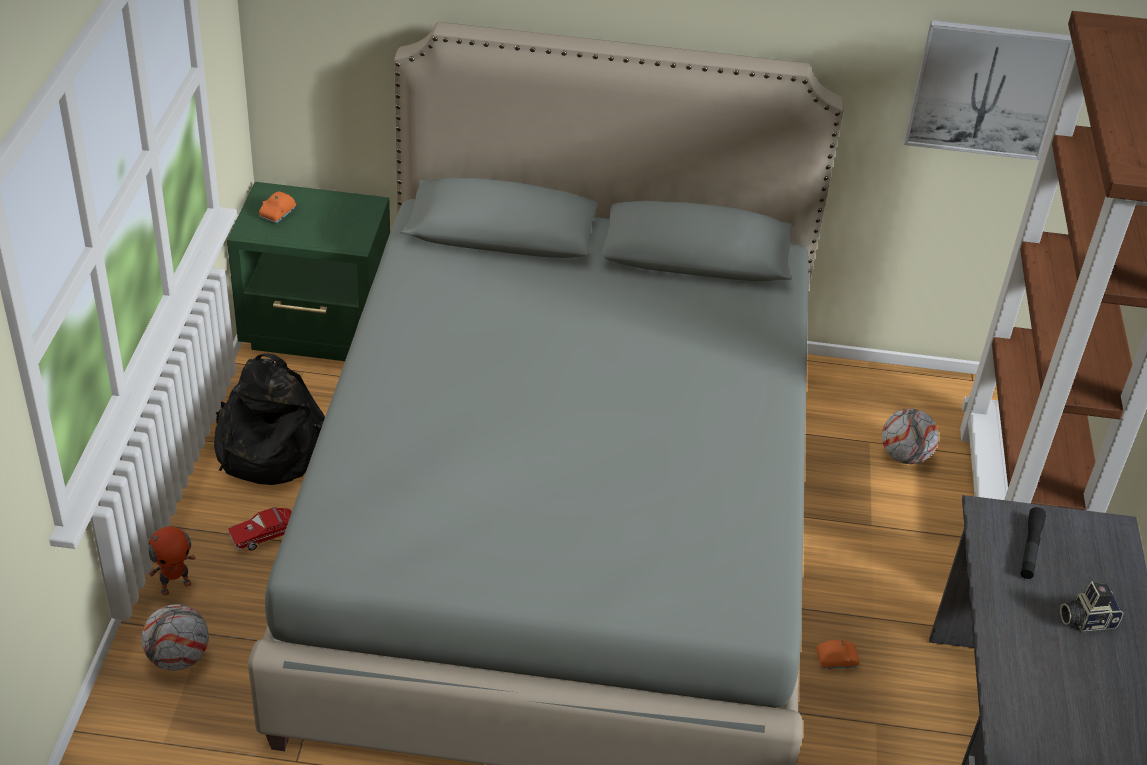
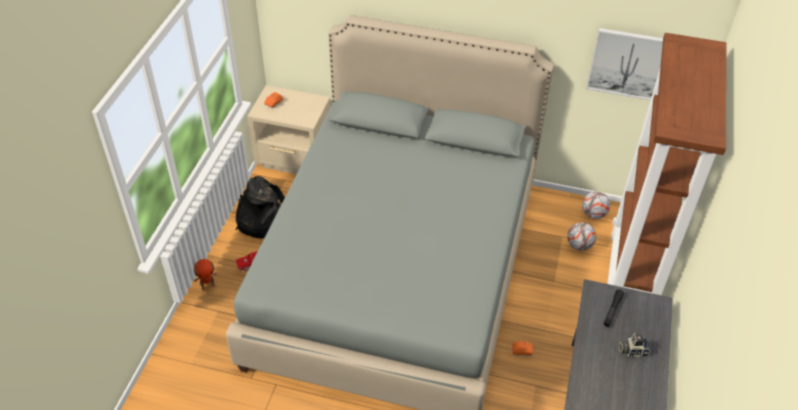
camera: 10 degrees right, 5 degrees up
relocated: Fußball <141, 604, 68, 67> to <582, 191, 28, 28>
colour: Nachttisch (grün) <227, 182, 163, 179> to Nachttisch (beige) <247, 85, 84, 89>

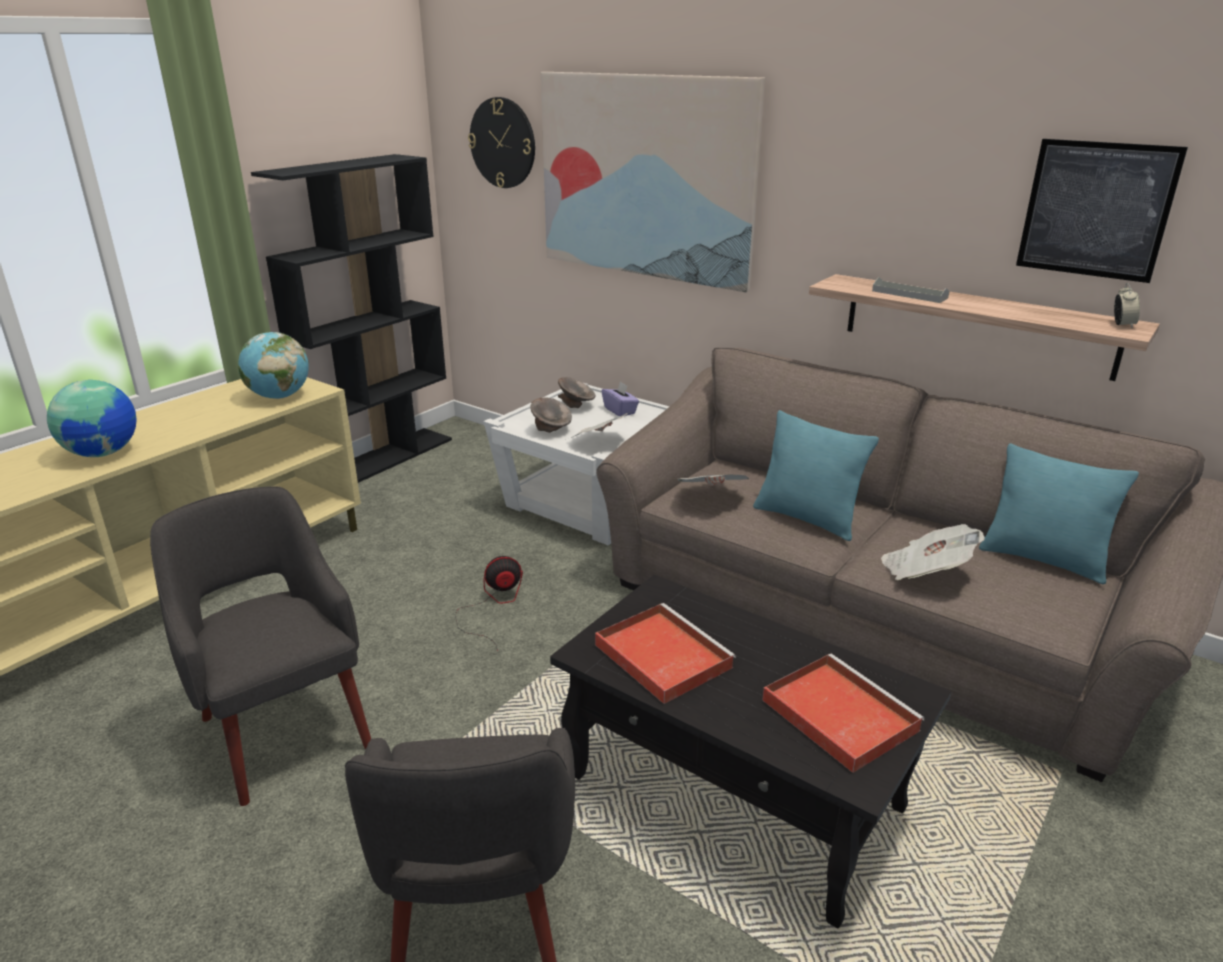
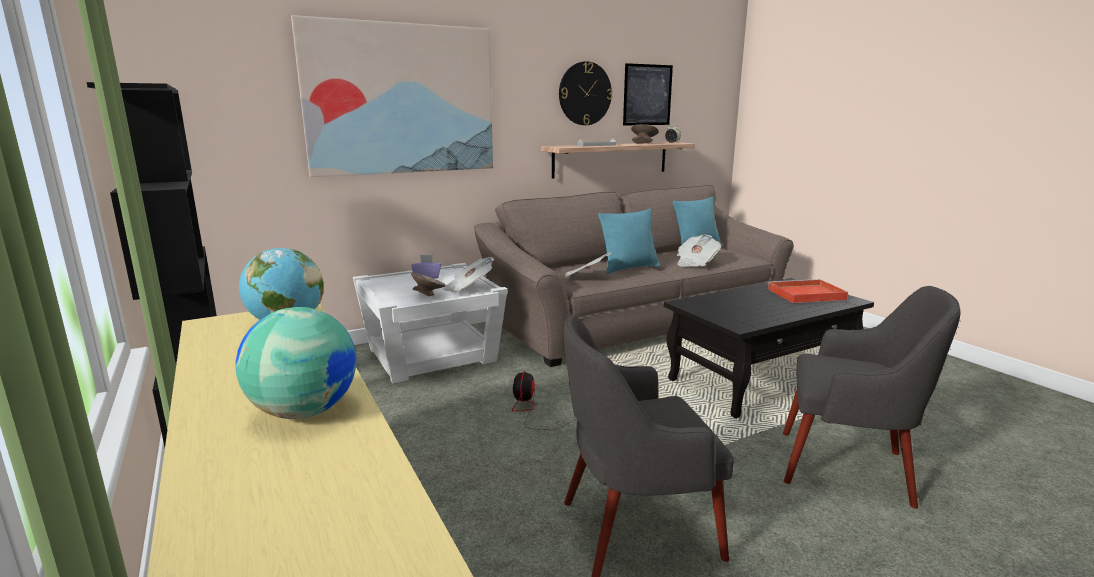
camera: 65 degrees left, 10 degrees down
missing: Tablett (rot) <595, 603, 141, 101>
relocated: Wanduhr <468, 97, 67, 91> to <559, 61, 53, 64>; Schüssel (grau) <558, 377, 37, 31> to <631, 124, 28, 20>

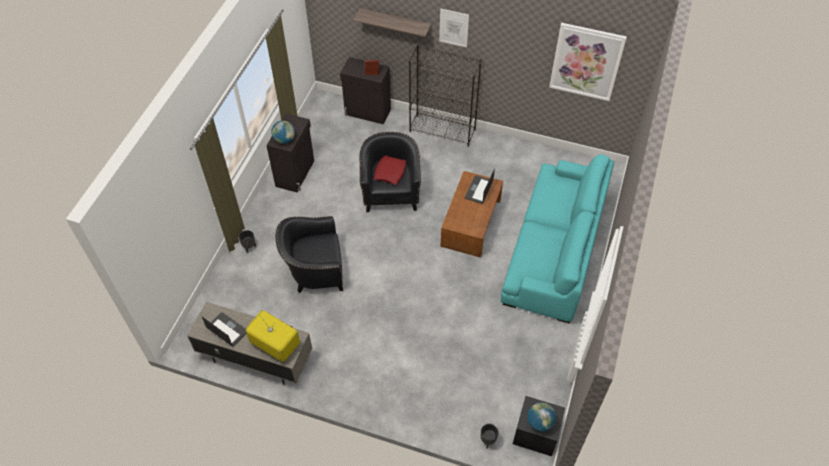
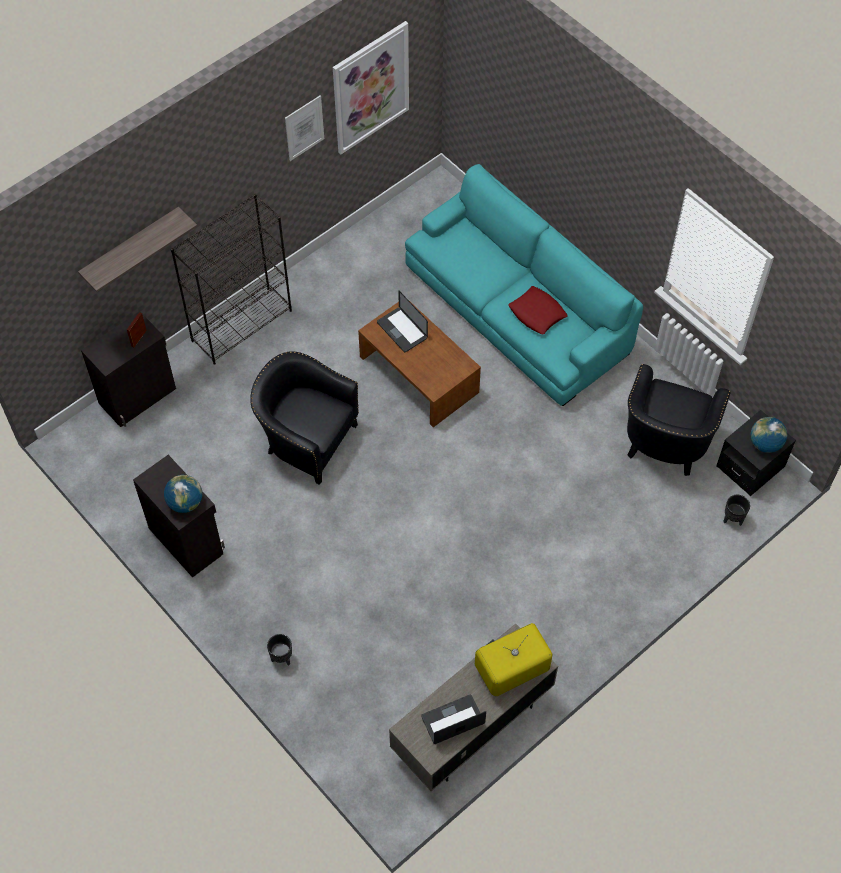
camera: 60 degrees left, 5 degrees up
relocated: Bild <439, 9, 30, 39> to <285, 95, 39, 66>; Kissen (rot) <374, 155, 32, 30> to <508, 286, 60, 49>; Sessel (schwarz) <276, 216, 67, 77> to <627, 364, 104, 112>

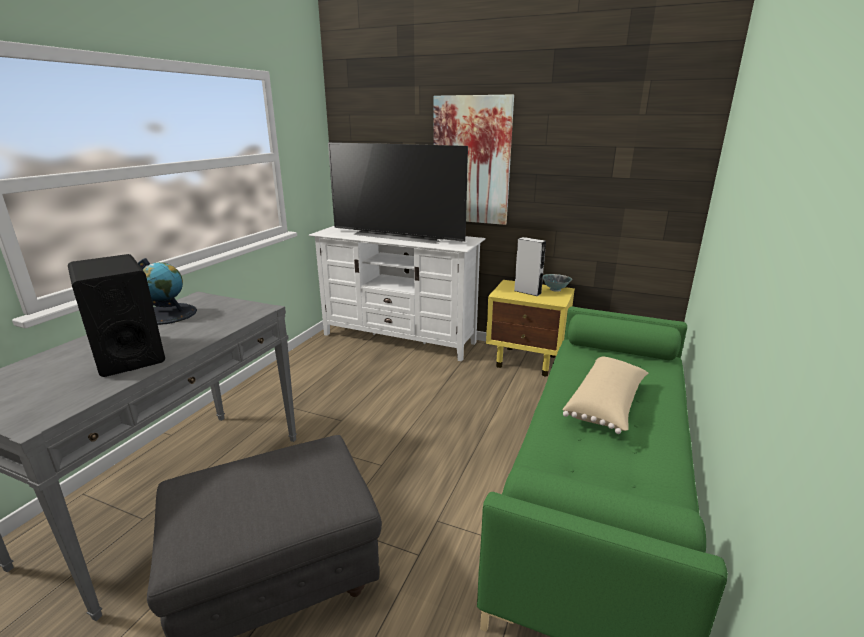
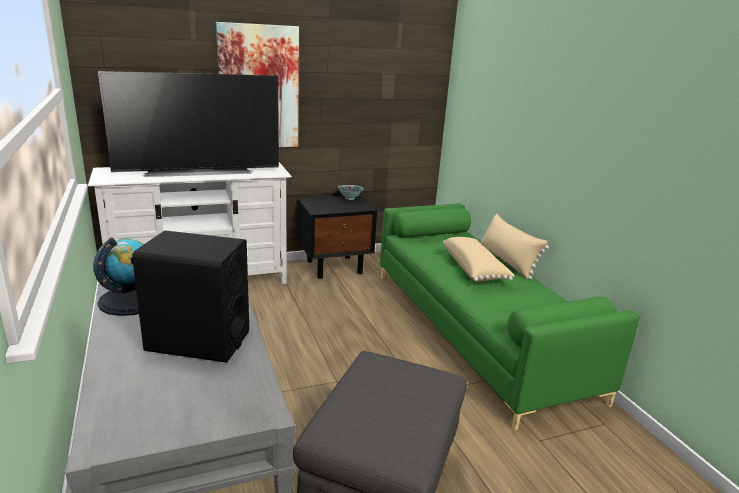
camera: 45 degrees left, 0 degrees up
missing: Lautsprecher (grau) <514, 237, 32, 59>
appeared: Kissen (beige) <480, 214, 69, 66>
colour: Nachttisch (gelb) <486, 280, 89, 96> to Nachttisch (schwarz) <298, 195, 79, 84>

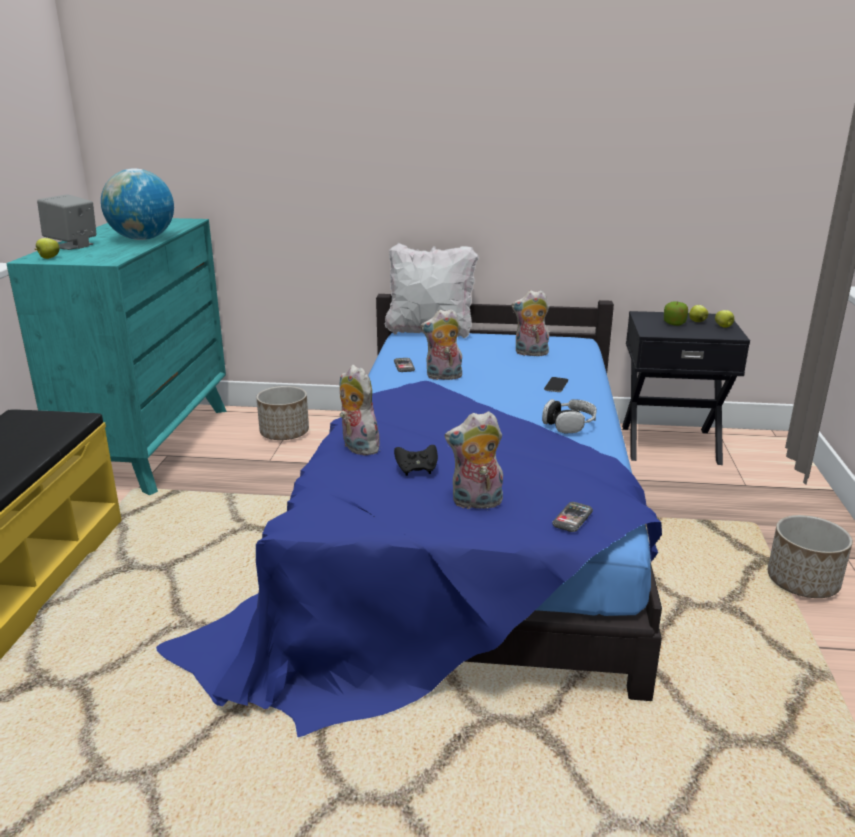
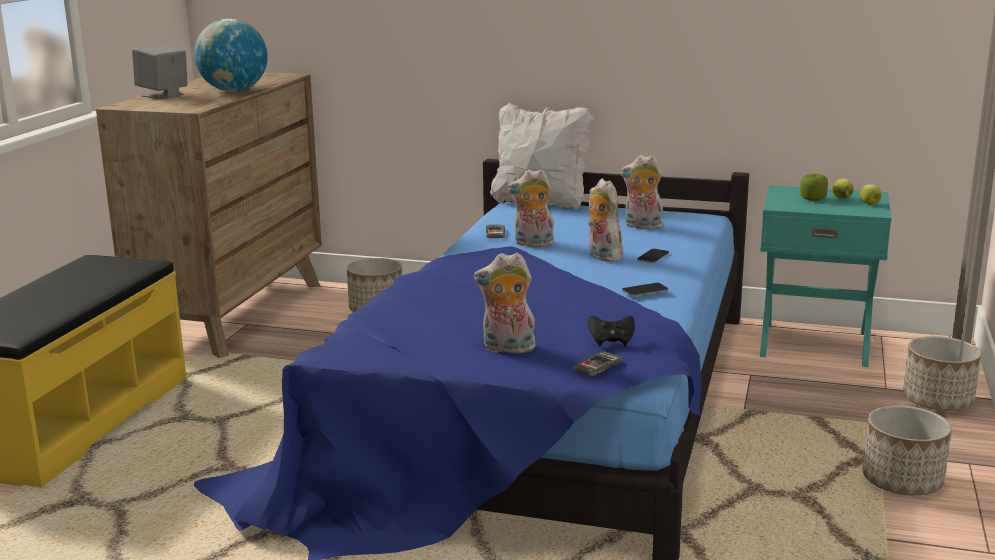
camera: 10 degrees right, 5 degrees down
missing: Apfel <34, 238, 26, 21>
appeared: Pflanzkübel <903, 336, 78, 75>
relocated: Plüschtier <339, 365, 41, 90> to <588, 179, 34, 83>; Gamepad (schwarz) <394, 445, 44, 31> to <588, 316, 47, 30>
exchanged: Kopfhörer <542, 399, 55, 34> to Handy <622, 283, 46, 13>
colour: Kommode (türkis) <6, 218, 221, 277> to Kommode (braun) <96, 72, 226, 286>; Nachttisch (schwarz) <622, 311, 128, 154> to Nachttisch (türkis) <760, 185, 132, 182>

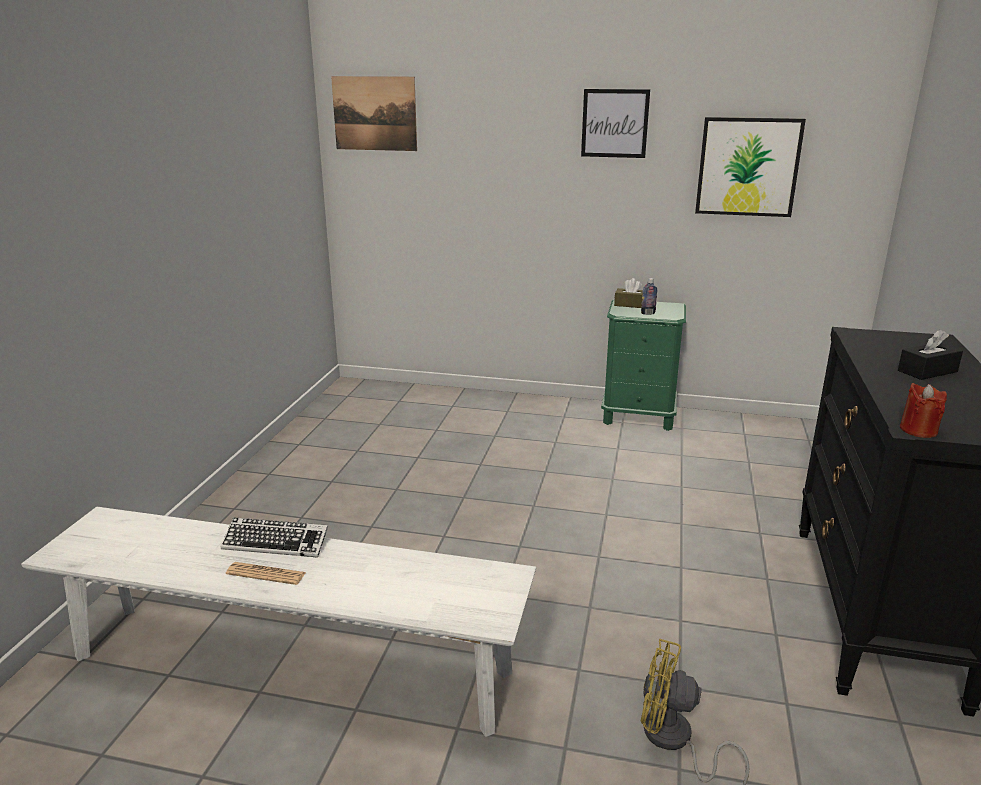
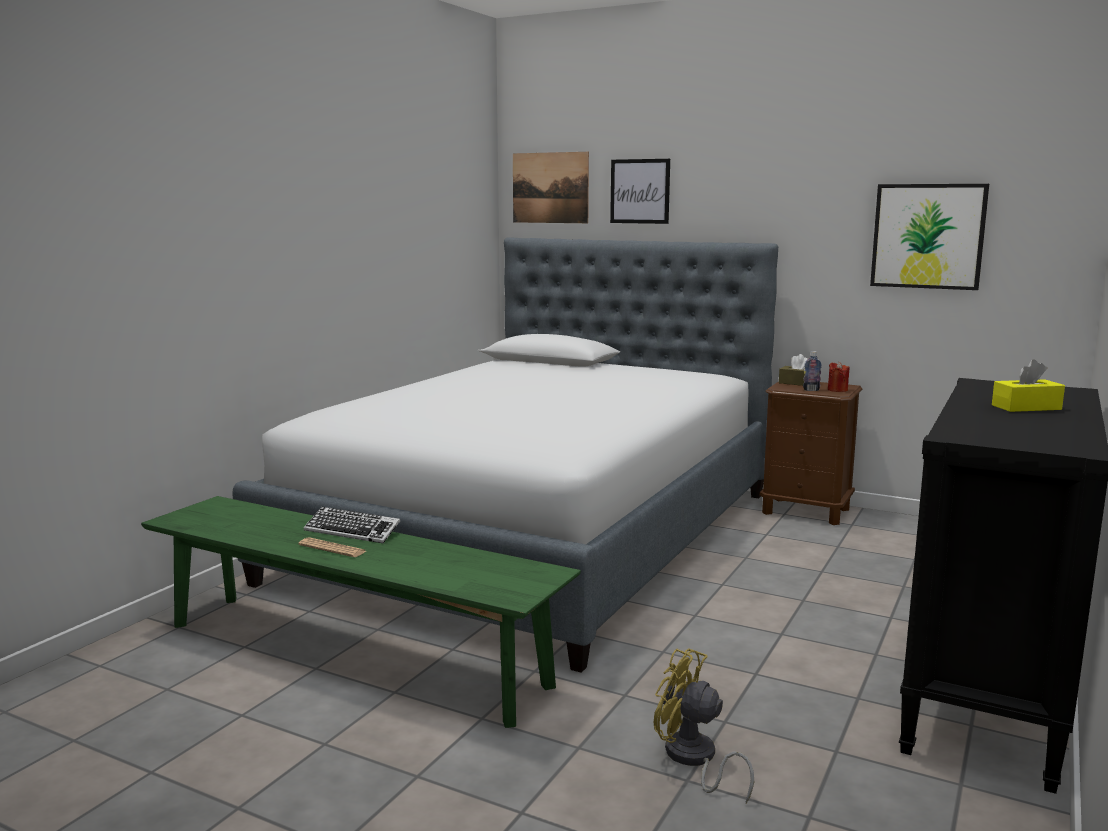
camera: 15 degrees right, 10 degrees down
appeared: Bett <232, 237, 546, 436>
relocated: Bild <581, 89, 69, 69> to <610, 159, 60, 65>; Kerze (rot) <900, 383, 47, 55> to <828, 362, 21, 30>
colour: Bank (weiß) <21, 507, 515, 230> to Bank (grün) <141, 496, 440, 232>; Nachttisch (grün) <601, 299, 85, 132> to Nachttisch (braun) <760, 382, 103, 143>; Taschentuchbox (schwarz) <898, 329, 65, 51> to Taschentuchbox (gelb) <992, 359, 73, 53>

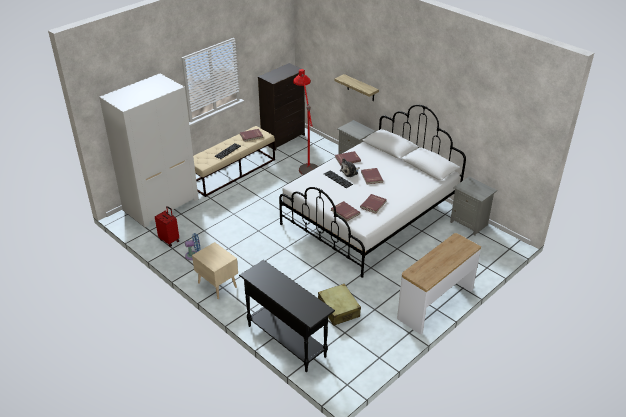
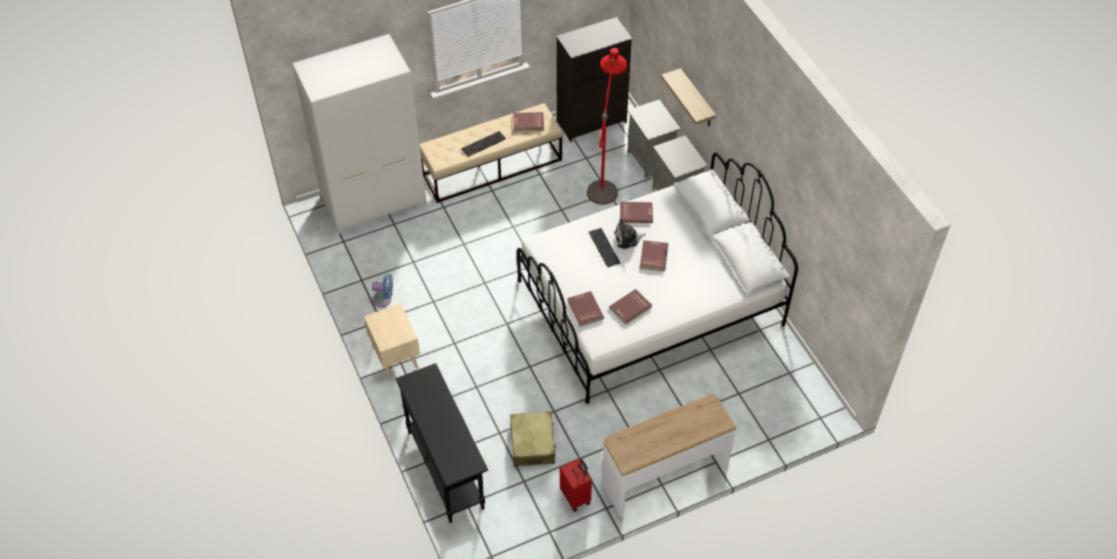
camera: 20 degrees right, 15 degrees up
relocated: Koffer (rot) <155, 206, 24, 41> to <560, 459, 32, 53>; Nachttisch (grau) <450, 177, 47, 59> to <627, 99, 54, 80>

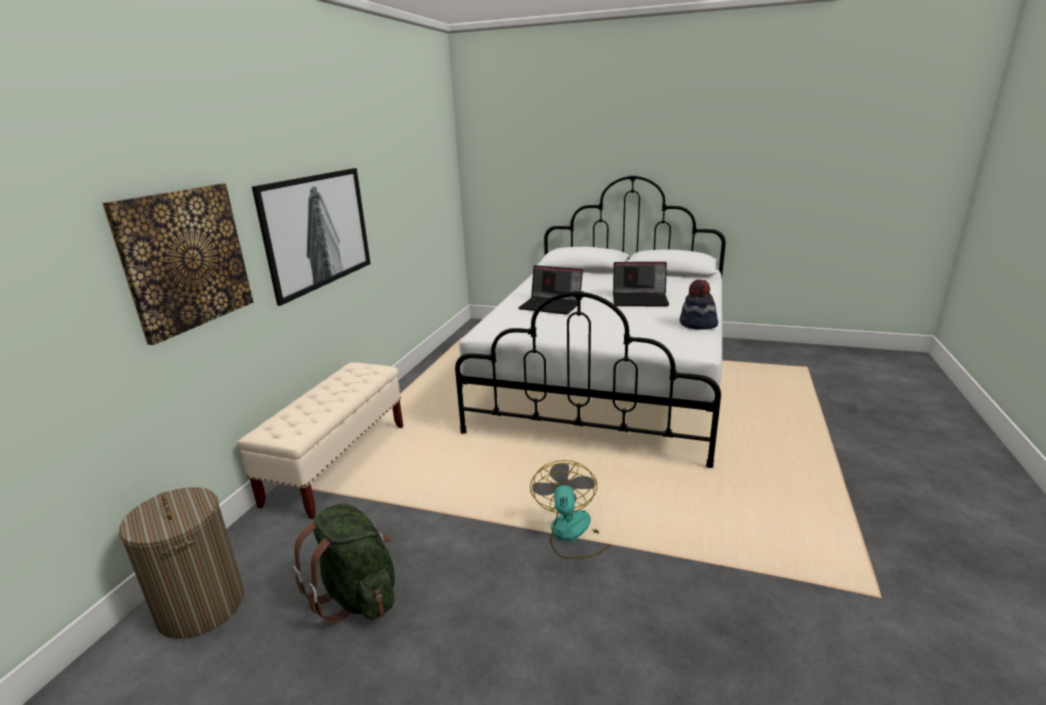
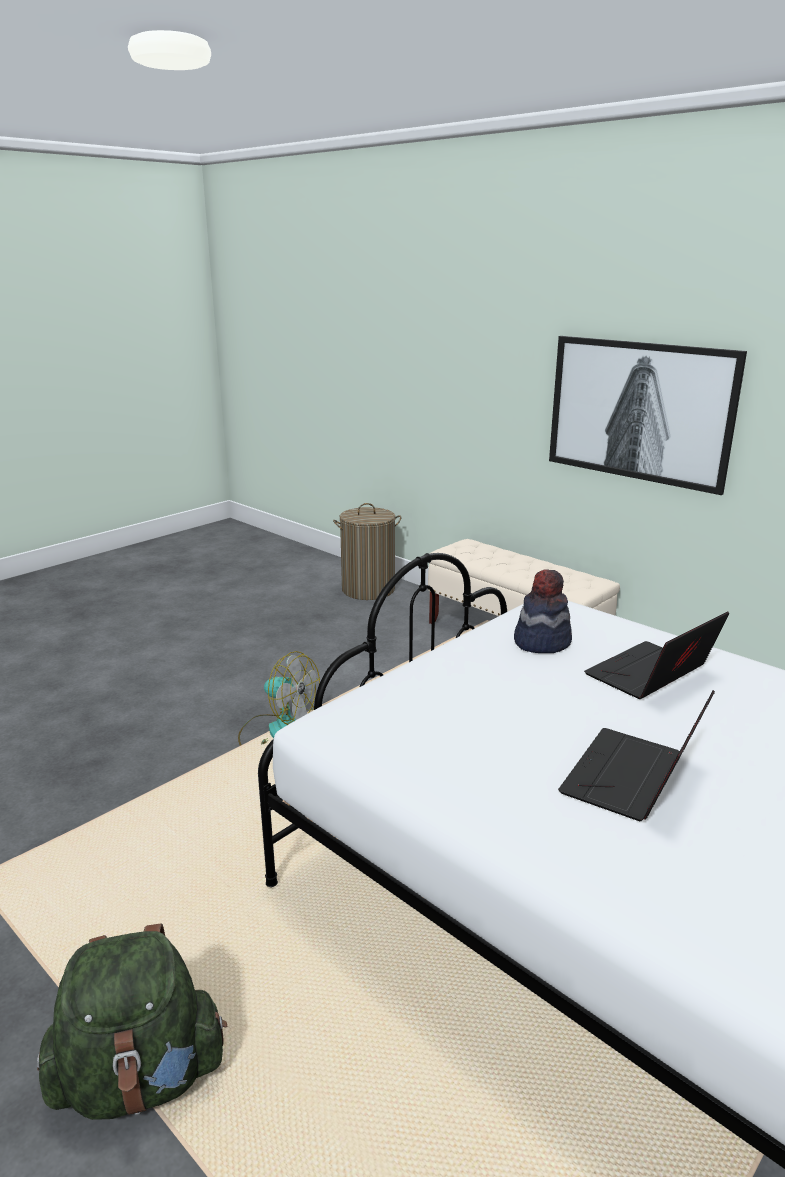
camera: 115 degrees right, 0 degrees up
missing: Bild <102, 183, 151, 162>
relocated: Rucksack (grün) <293, 504, 102, 119> to <37, 923, 190, 197>; Hut <680, 280, 38, 50> to <514, 569, 58, 84>

